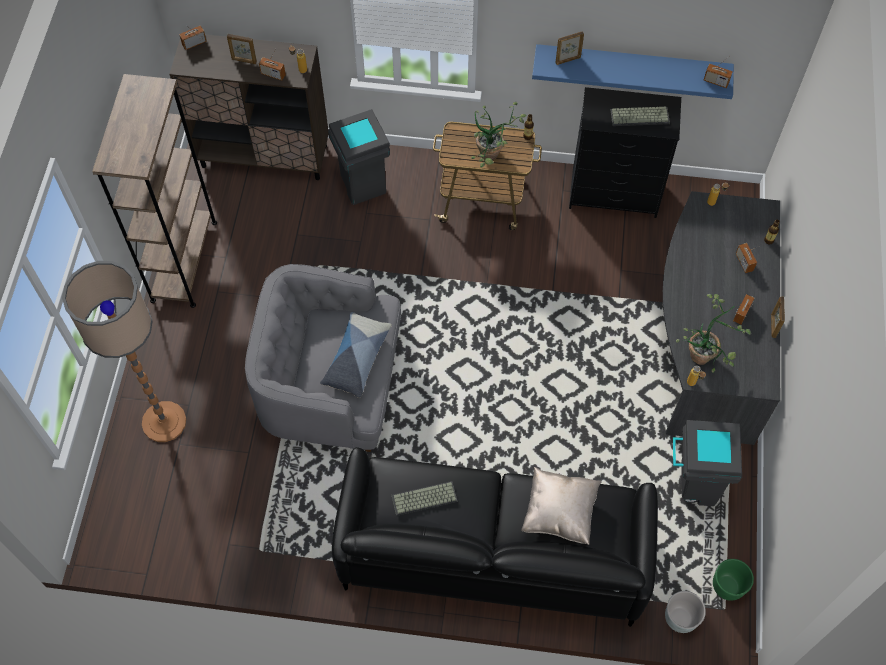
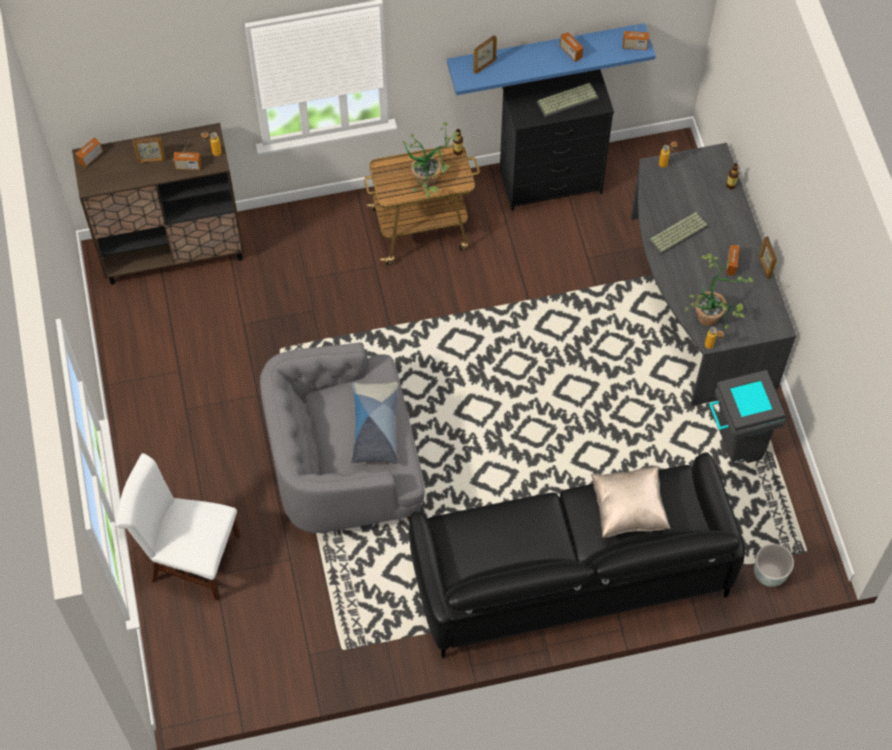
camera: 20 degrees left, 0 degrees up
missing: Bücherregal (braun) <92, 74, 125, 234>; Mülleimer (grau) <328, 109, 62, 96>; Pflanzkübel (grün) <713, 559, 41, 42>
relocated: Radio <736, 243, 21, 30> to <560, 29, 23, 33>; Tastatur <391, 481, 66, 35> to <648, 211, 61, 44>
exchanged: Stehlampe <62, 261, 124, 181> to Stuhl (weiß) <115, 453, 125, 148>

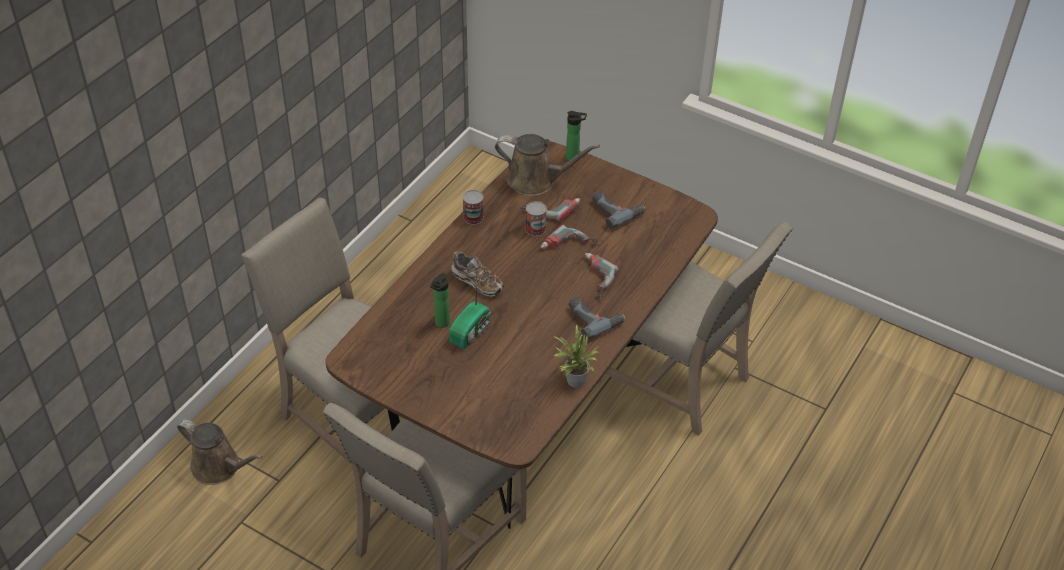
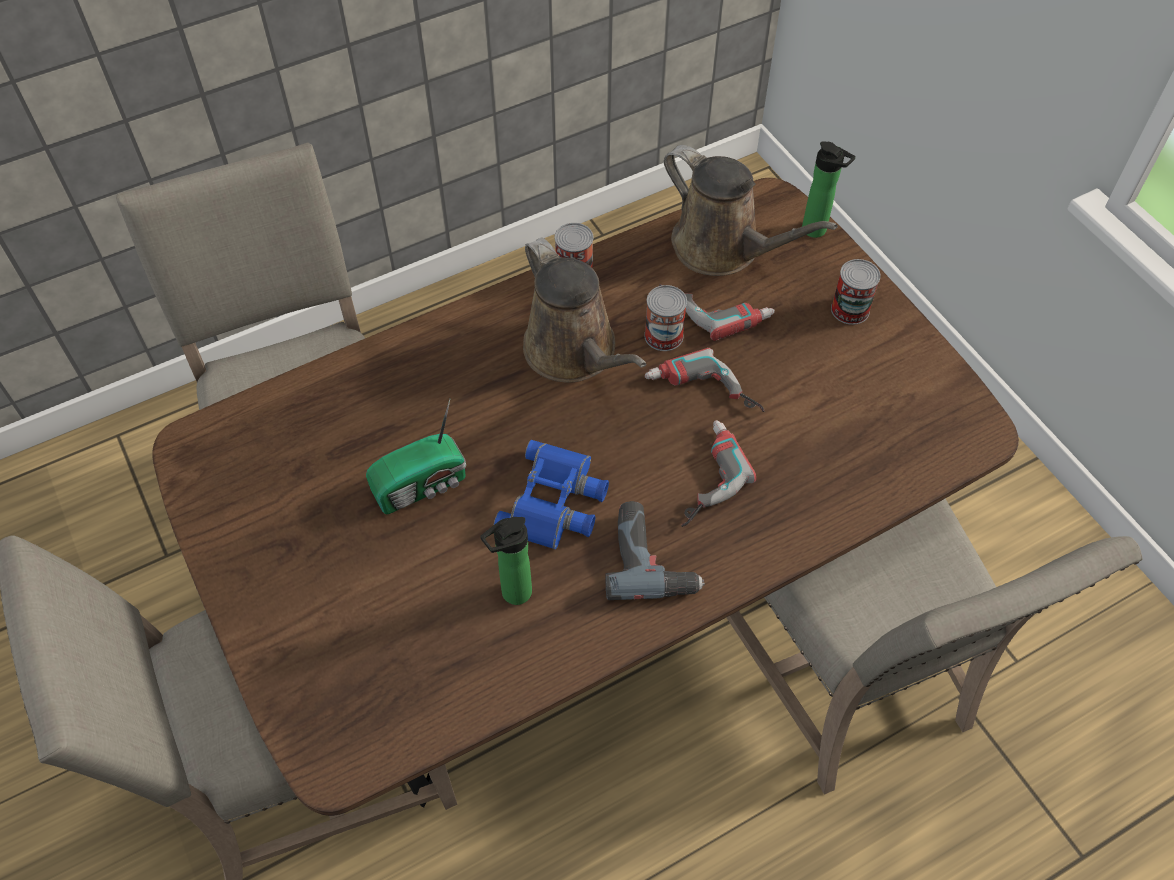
camera: 30 degrees right, 10 degrees up
missing: Schuh <451, 251, 53, 46>; Topfpflanze <553, 324, 45, 64>; Bohrmaschine <592, 191, 53, 38>
appeared: Fernglas (blau) <493, 440, 116, 110>; Dose <831, 259, 50, 66>
relocated: Flasche <430, 273, 20, 55> to <480, 517, 52, 88>; Gießkanne (braun) <177, 419, 86, 66> to <523, 238, 124, 145>

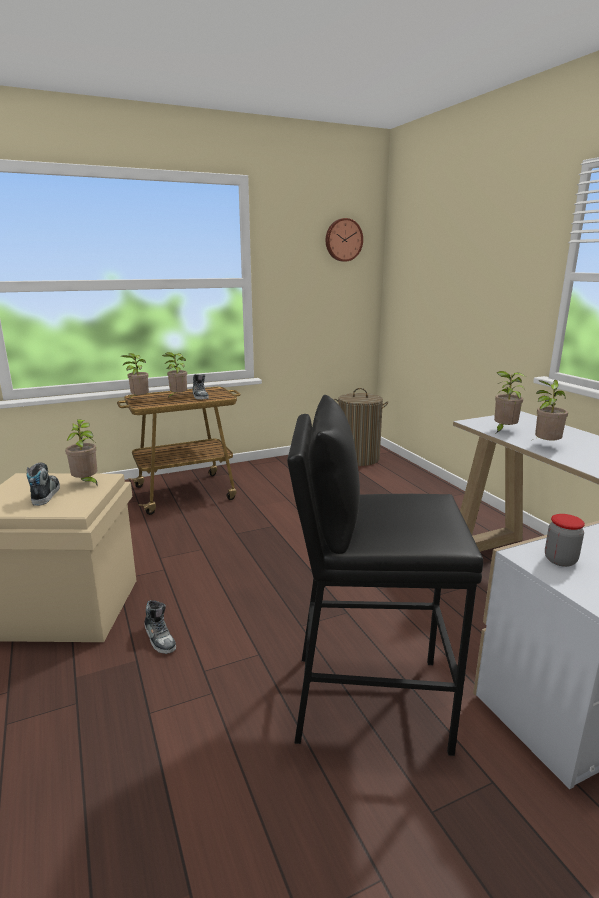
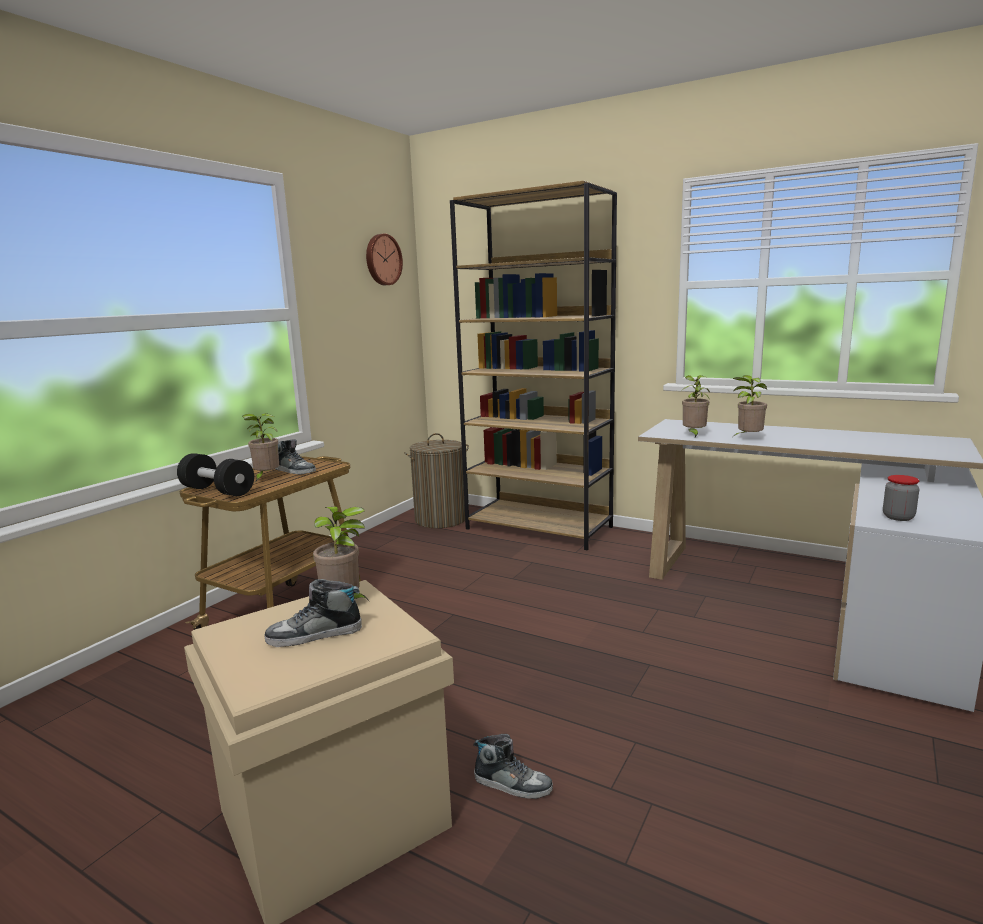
camera: 35 degrees left, 5 degrees down
missing: Hocker (schwarz) <287, 395, 196, 361>
appeared: Bücherregal (braun) <450, 181, 167, 370>
exchanged: Topfpflanze <121, 353, 28, 45> to Hantel (schwarz) <177, 453, 77, 43>
spun: Schuh <27, 463, 33, 43> = <264, 579, 98, 68> 60 degrees counterclockwise

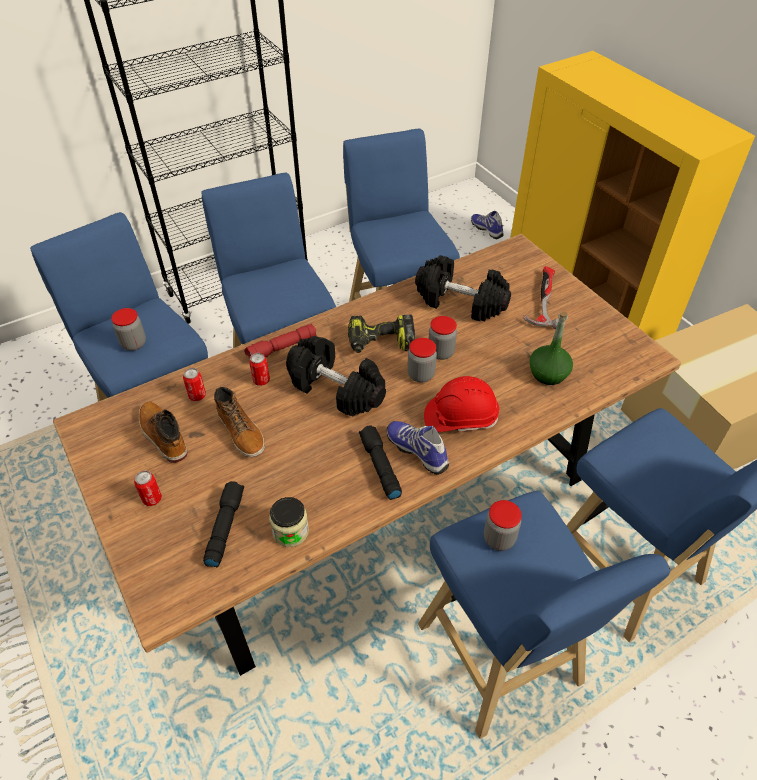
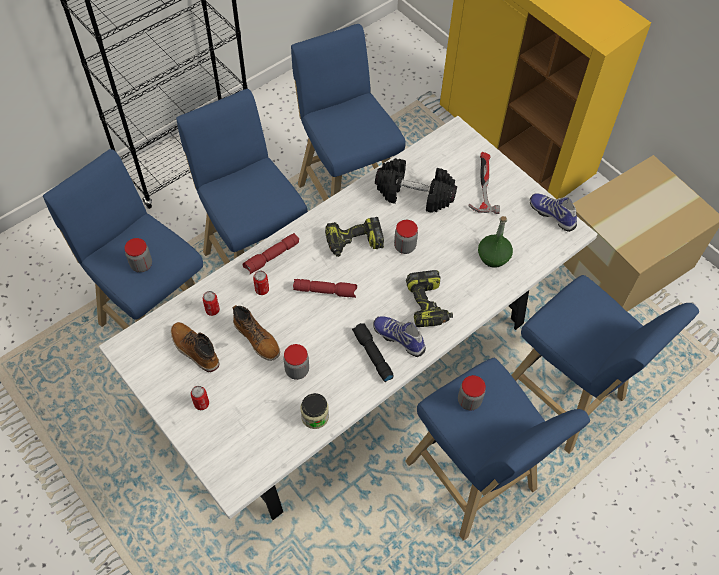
camera: 10 degrees left, 10 degrees up
missing: Taschenlampe (schwarz) <203, 481, 41, 86>
relocated: Vorratsglas <407, 338, 30, 45> to <283, 344, 26, 36>; Schuh <471, 211, 32, 28> to <530, 194, 47, 38>
exchanged: Hantel (schwarz) <286, 336, 100, 80> to Taschenlampe (rot) <293, 279, 64, 19>; Schutzhelm (rot) <424, 376, 75, 56> to Bohrmaschine <406, 270, 47, 57>
colour: Esstisch (braun) <53, 234, 628, 442> to Esstisch (weiß) <99, 116, 498, 404>

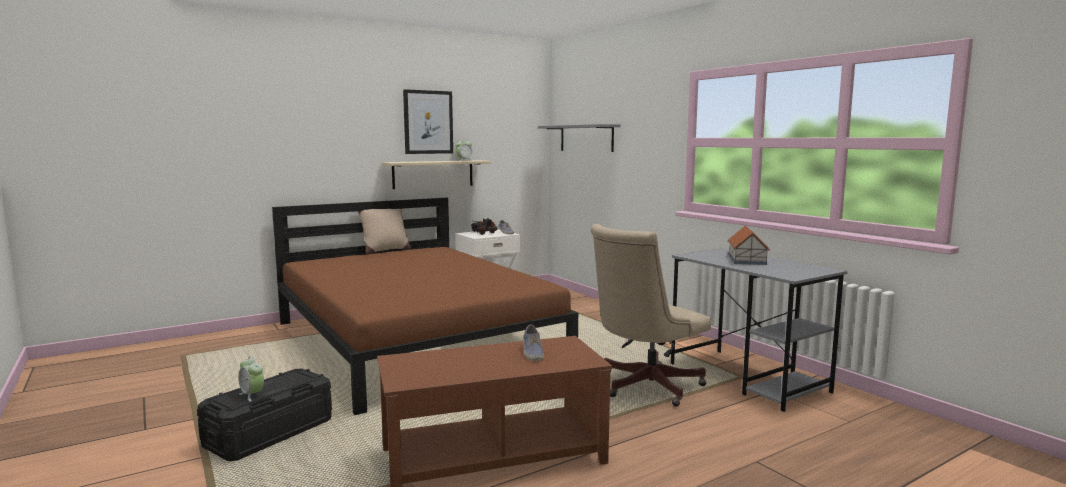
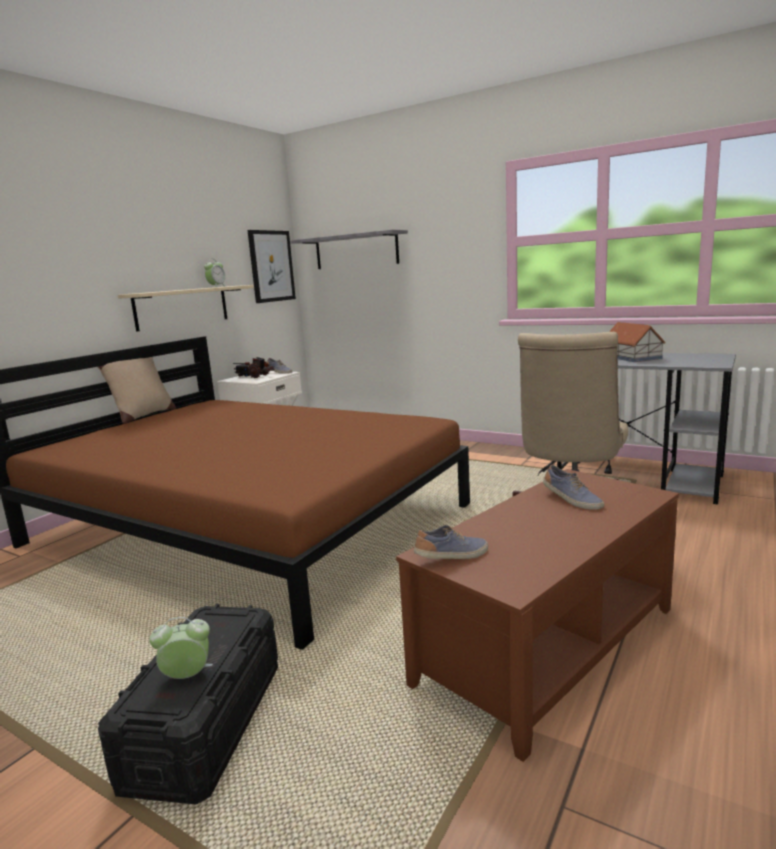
camera: 25 degrees left, 5 degrees up
appeared: Schuh <414, 525, 74, 34>
relocated: Bild <403, 89, 50, 65> to <247, 230, 49, 73>
spun: Wecker <239, 356, 25, 46> = <149, 617, 64, 62> 150 degrees clockwise

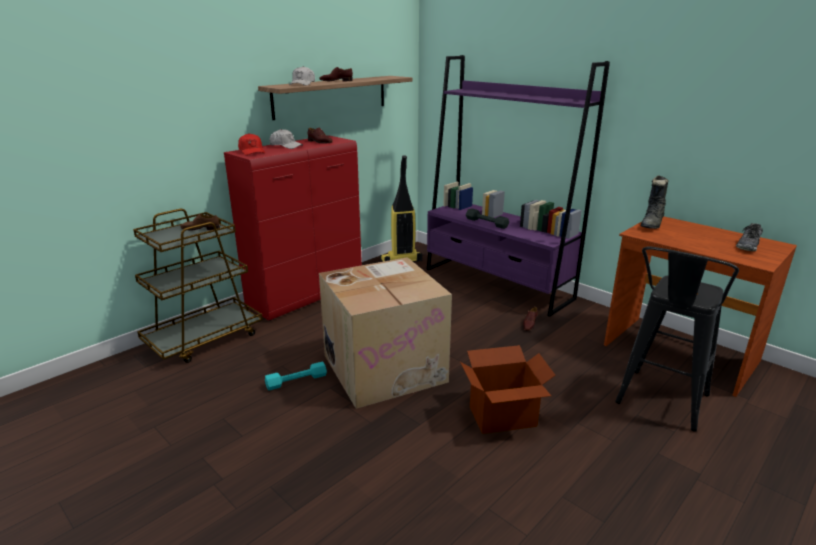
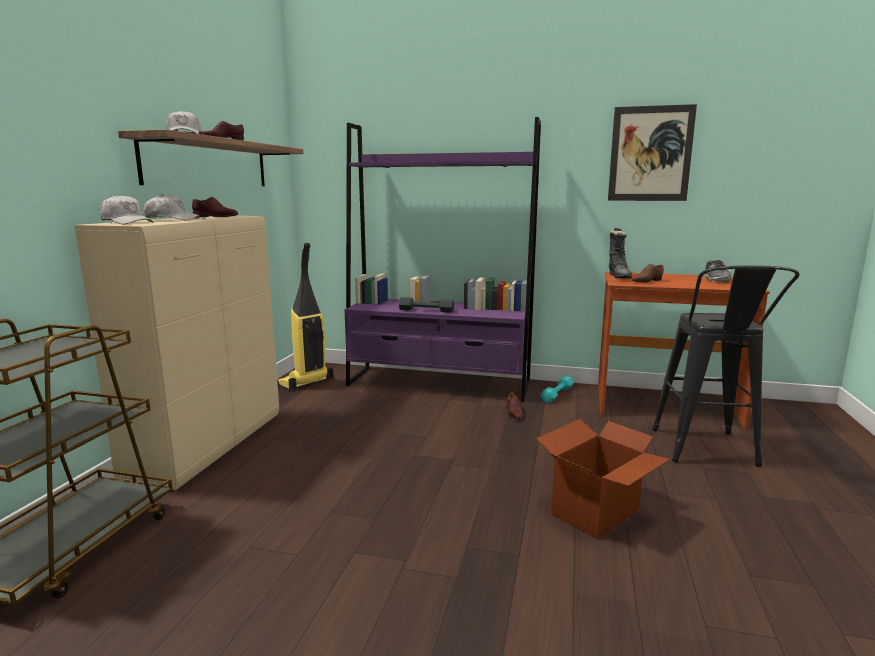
camera: 30 degrees left, 10 degrees down
missing: Karton <319, 257, 133, 152>
appeared: Bild <608, 104, 89, 97>
relocated: Hantel (türkis) <265, 362, 62, 29> to <540, 376, 34, 27>; Schuh (braun) <180, 214, 40, 17> to <632, 264, 32, 19>
colour: Schrank (rot) <224, 135, 138, 186> to Schrank (beige) <74, 216, 205, 275>; Kappe (rot) <238, 133, 27, 22> to Kappe (weiß) <100, 195, 54, 29>

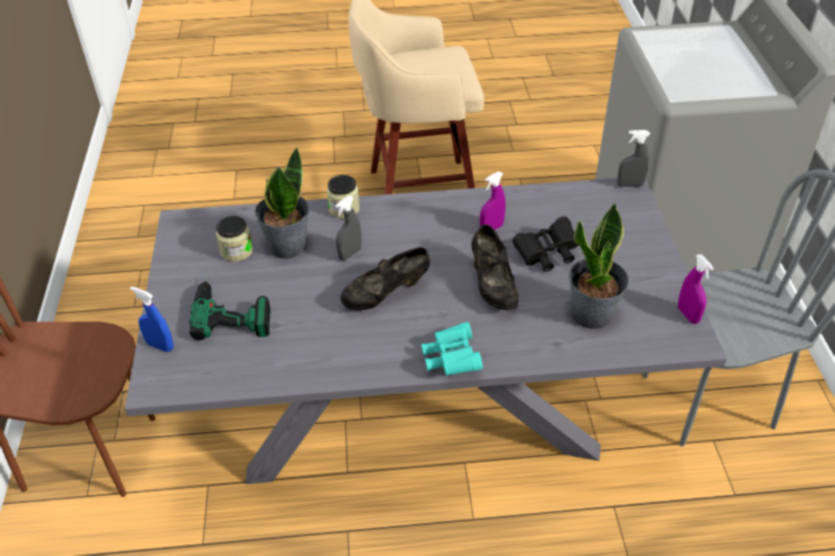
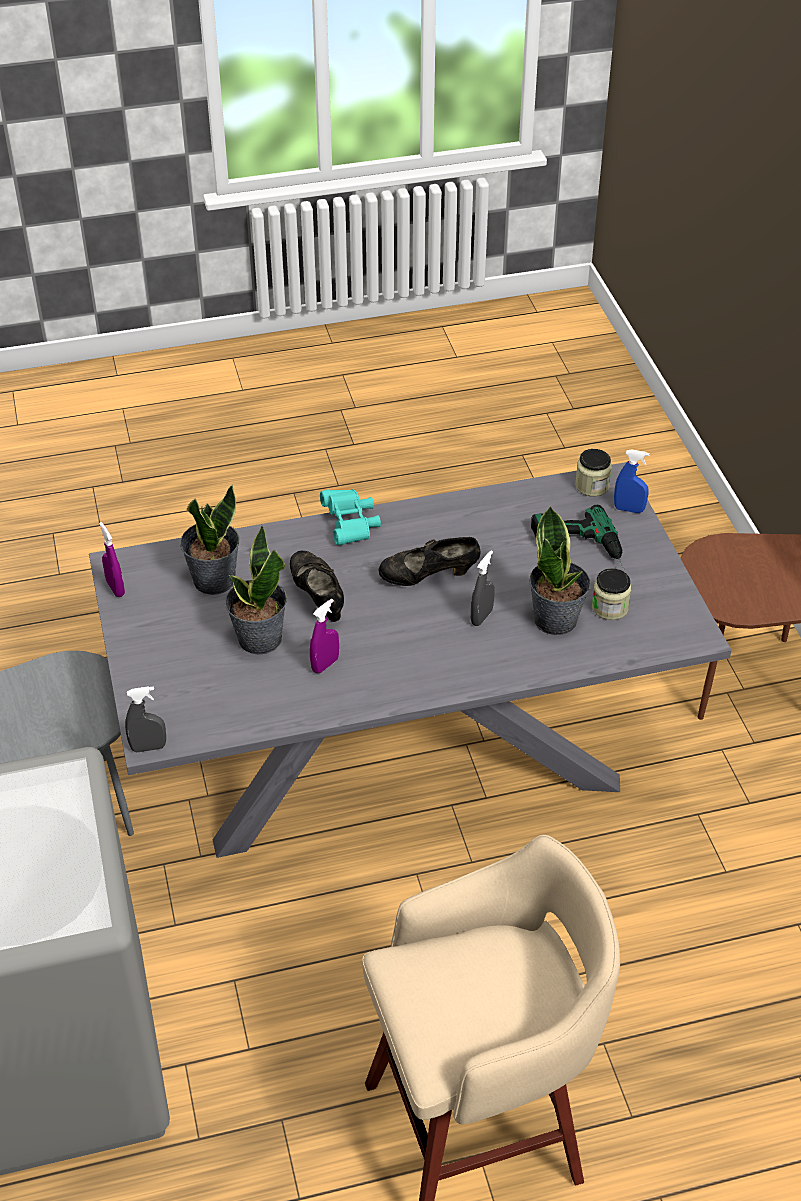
camera: 170 degrees right, 0 degrees up
relocated: Vorratsglas <327, 175, 33, 44> to <575, 449, 37, 48>
exchanged: Fernglas (schwarz) <512, 216, 66, 56> to Topfpflanze <225, 525, 62, 130>
spun: Schuh (schwarz) <340, 247, 90, 63> = <379, 537, 102, 49> 150 degrees counterclockwise

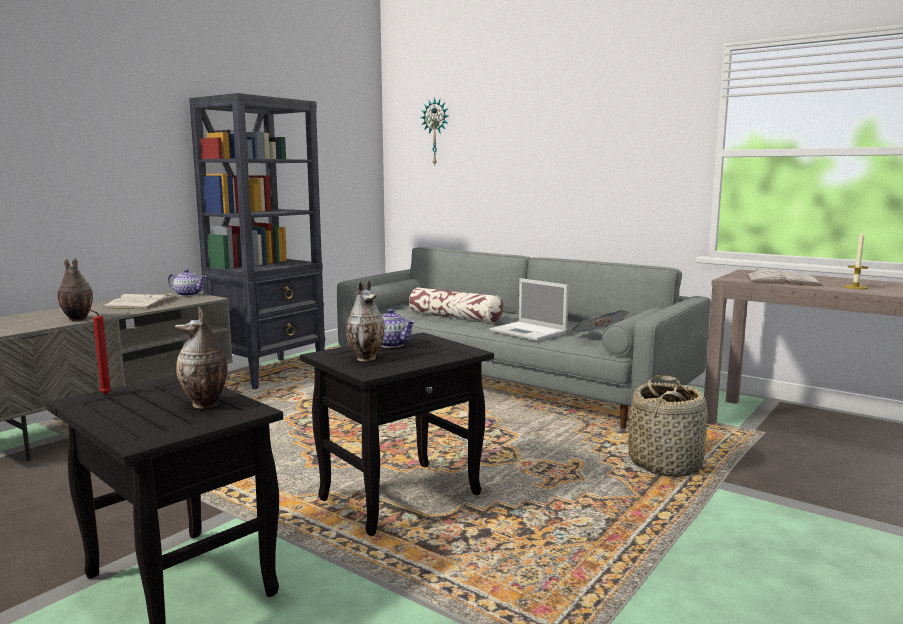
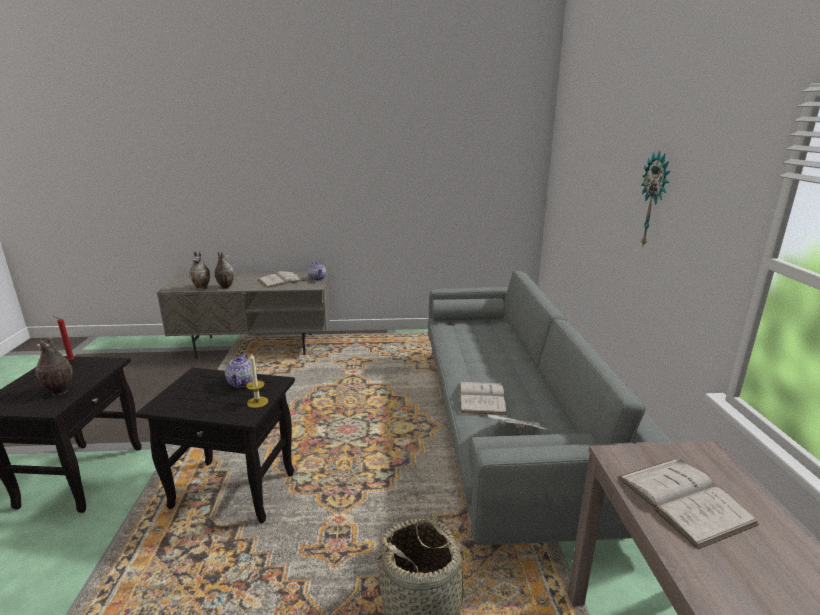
camera: 50 degrees right, 10 degrees up
missing: Bücherregal (schwarz) <189, 93, 136, 296>; Kissen <409, 287, 94, 36>
relocated: Vase <346, 280, 39, 81> to <189, 252, 21, 37>; Kerze <844, 231, 25, 58> to <246, 353, 22, 55>; Wanduhr <420, 97, 28, 68> to <641, 151, 29, 95>
exchanged: Laptop <490, 278, 79, 63> to Buch (weiß) <460, 382, 47, 33>

